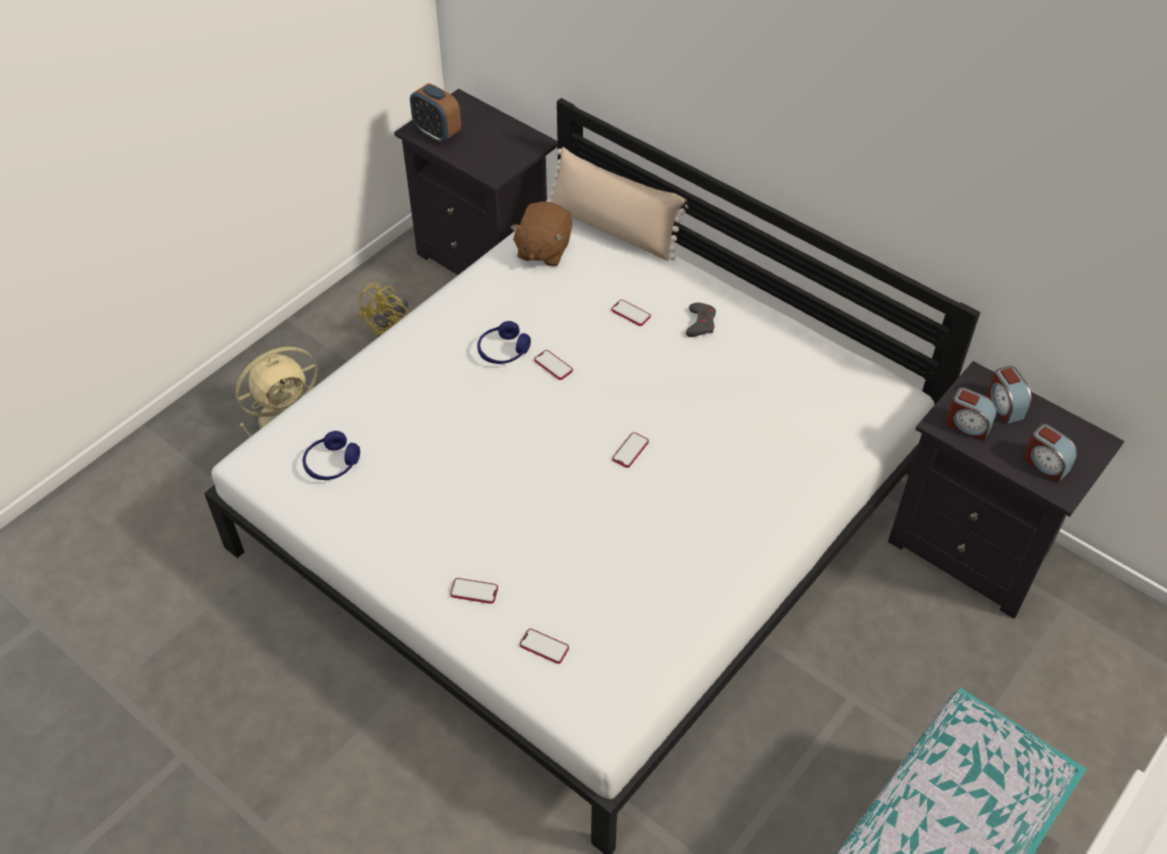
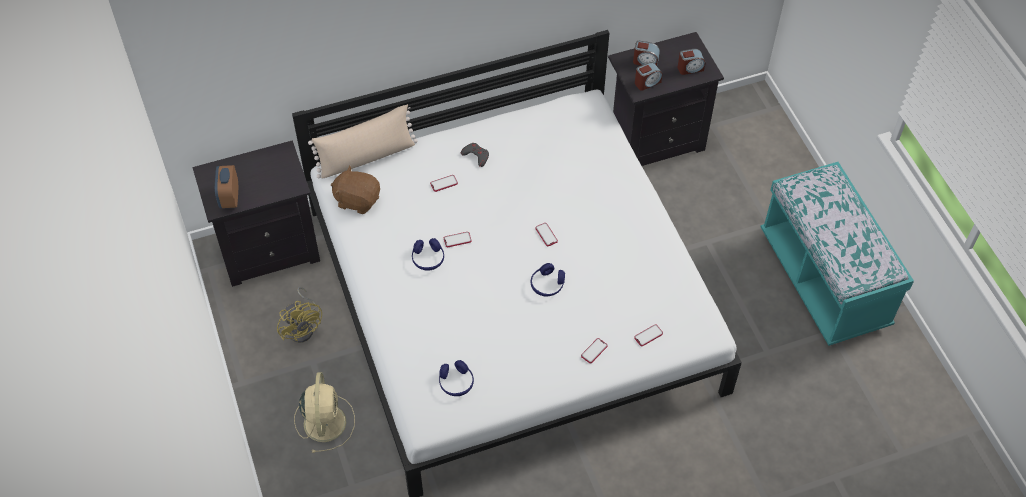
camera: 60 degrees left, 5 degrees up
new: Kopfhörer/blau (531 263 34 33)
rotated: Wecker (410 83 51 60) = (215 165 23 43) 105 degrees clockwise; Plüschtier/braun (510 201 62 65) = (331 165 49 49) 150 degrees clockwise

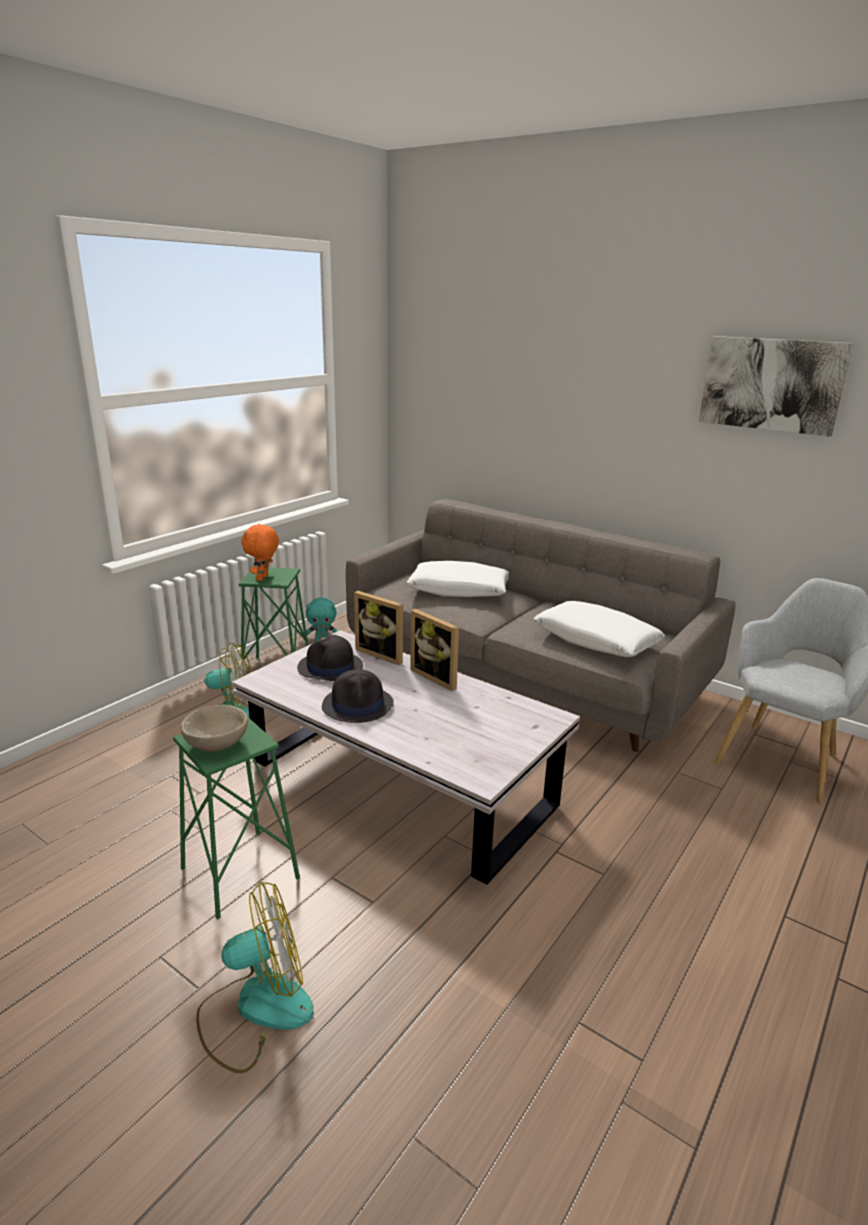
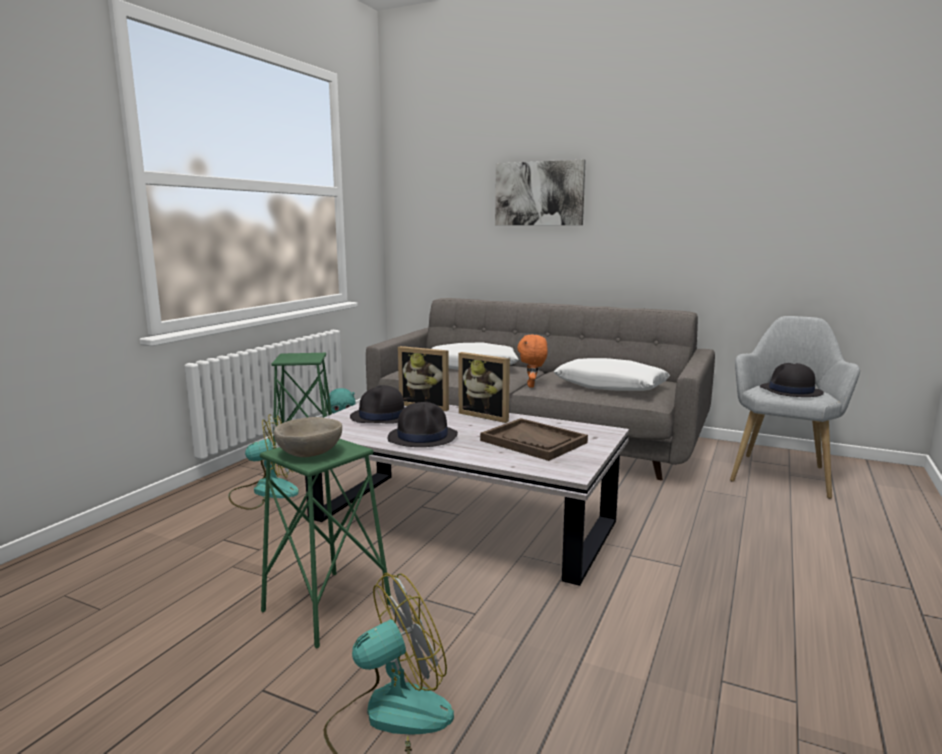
camera: 10 degrees left, 10 degrees down
new: Tablett/braun (480 418 108 43); Hut/schwarz (760 363 64 34)
shifted: Plüschtier/orange (241 524 38 57) to (518 335 30 53); Bild (699 336 155 101) to (495 159 91 66)

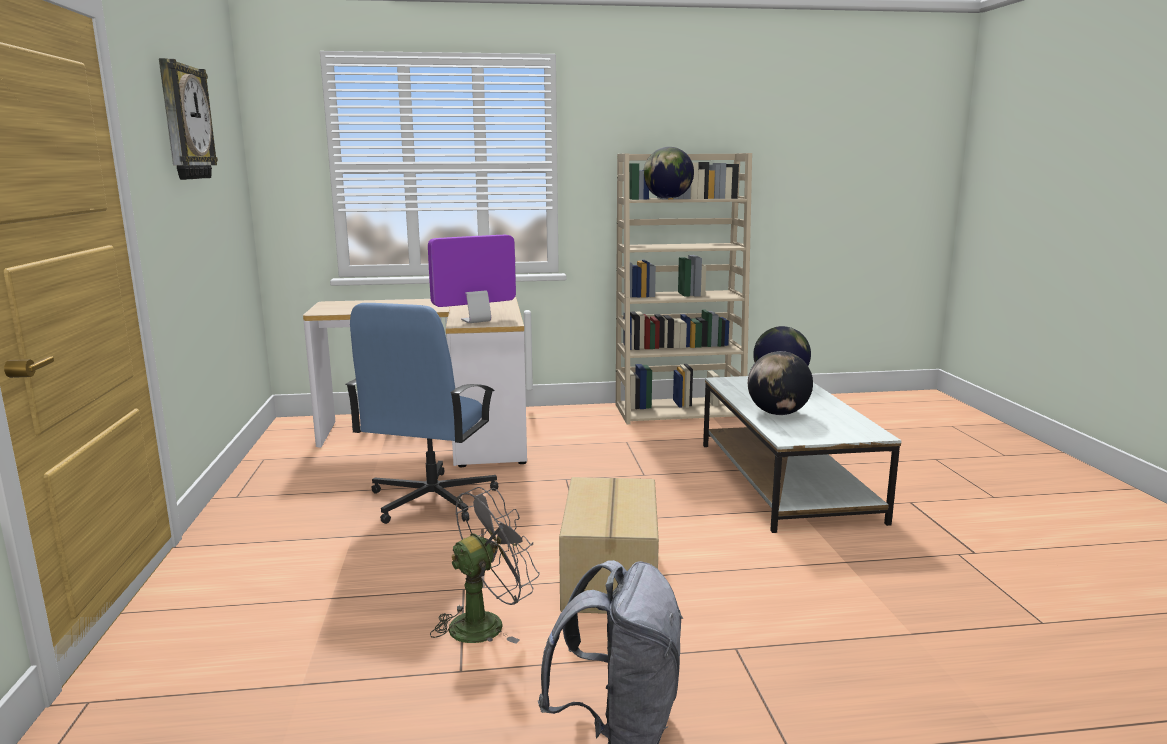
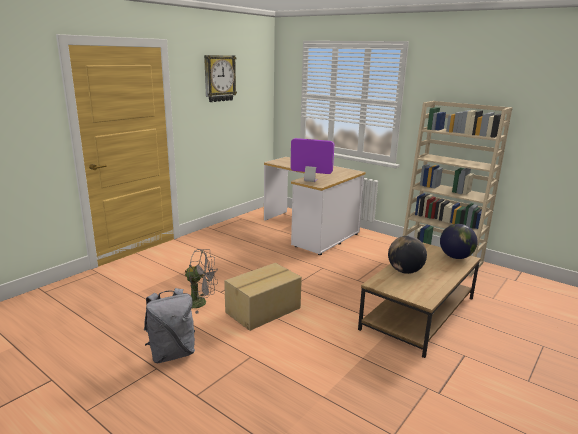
camera: 45 degrees right, 5 degrees up
gone: Bürostuhl/blau (345 303 153 221); Globus (643 147 51 52)
repainted: Couchtisch/weiß (703 376 198 157) to Couchtisch/braun (358 242 123 116)

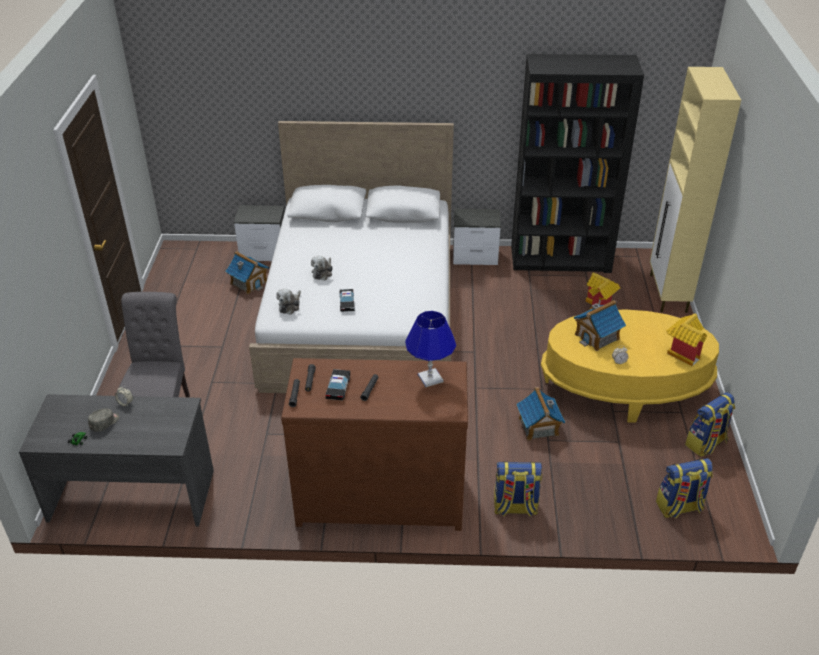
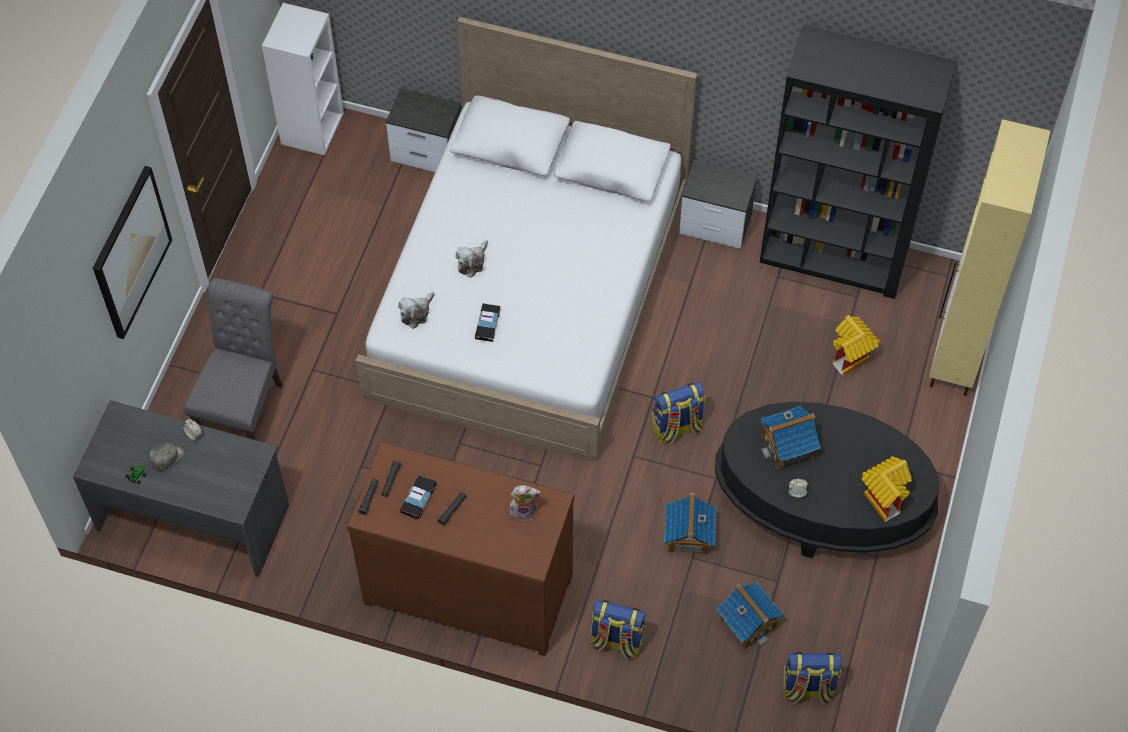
camera: 15 degrees right, 20 degrees up
new: Bild (93 166 79 173); Bücherregal/weiß (262 3 82 152)
shifted: Spielzeughaus (225 251 44 43) to (716 582 68 67); Rucksack (685 392 50 65) to (651 382 54 62)
swapped: Tischlampe/blau (405 311 51 76) to Plüschtier (509 485 32 36)
repainted: Couchtisch/gelb (541 310 178 113) to Couchtisch/schwarz (715 402 224 156)

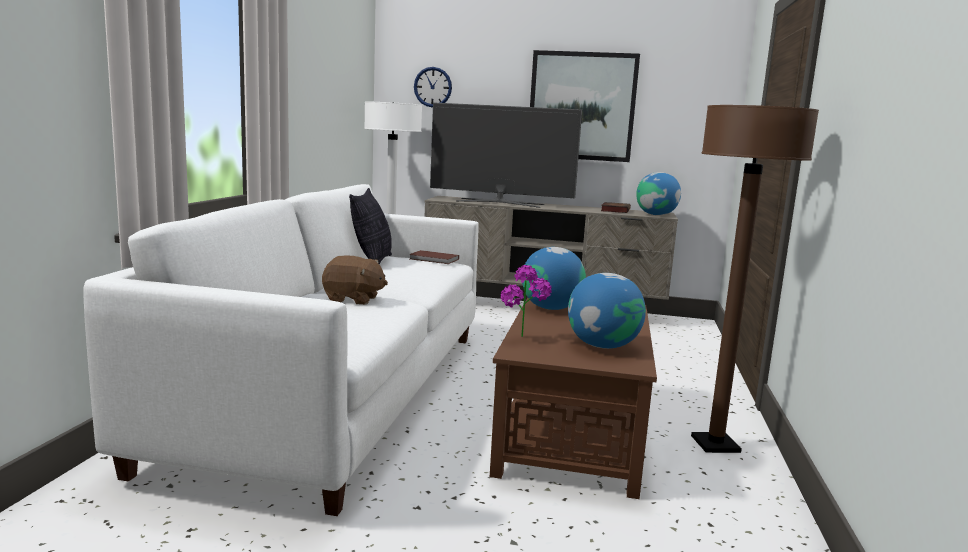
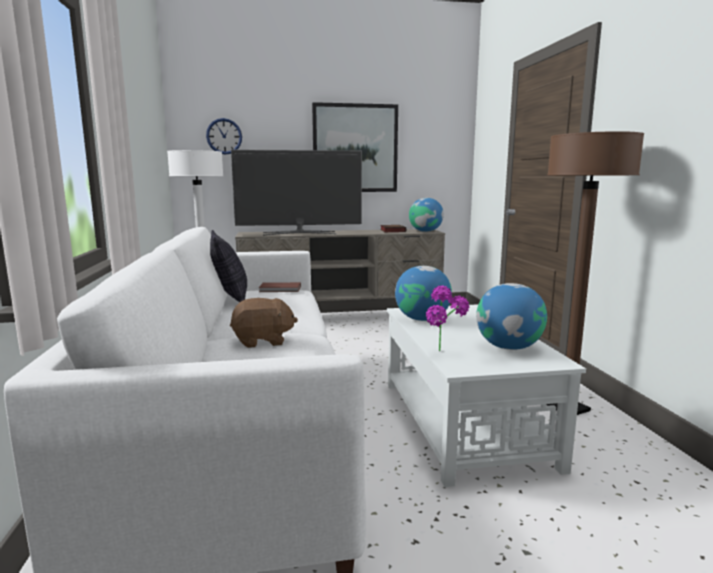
camera: 20 degrees left, 0 degrees up
repainted: Couchtisch/braun (490 298 167 201) to Couchtisch/weiß (387 304 199 183)

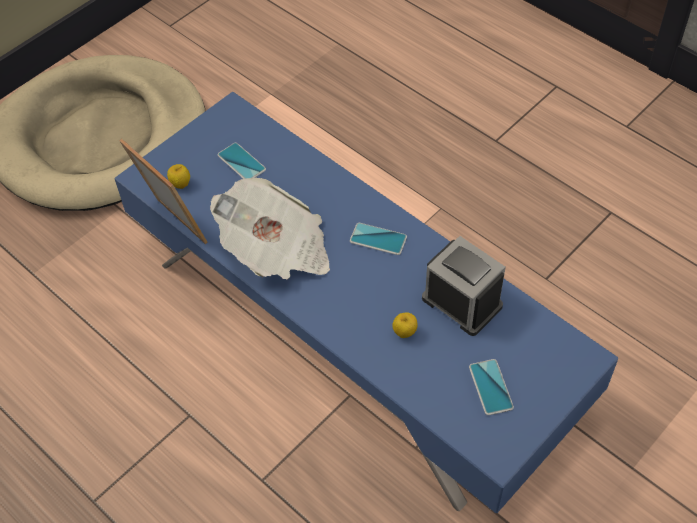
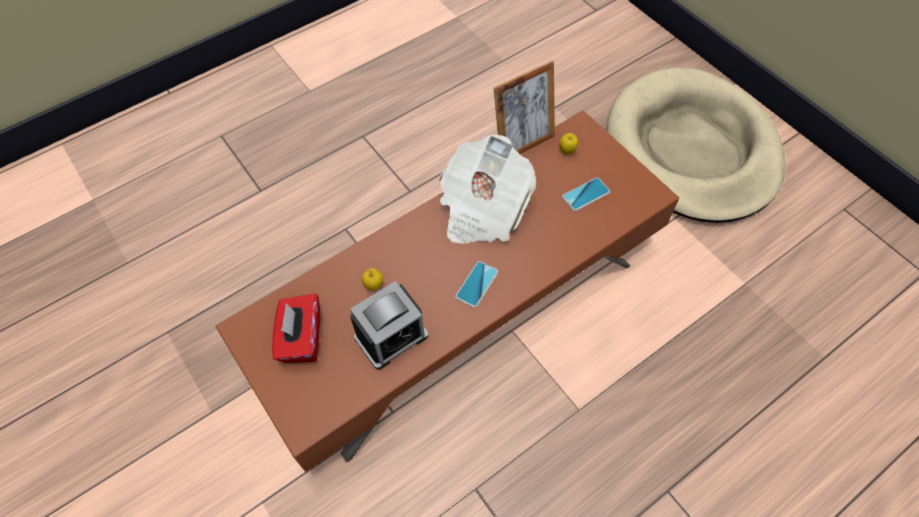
camera: 100 degrees right, 5 degrees up
swapped: Handy (469 359 45 56) to Taschentuchbox/rot (272 294 48 69)
repainted: Couchtisch/blau (115 92 503 421) to Couchtisch/braun (216 111 463 361)

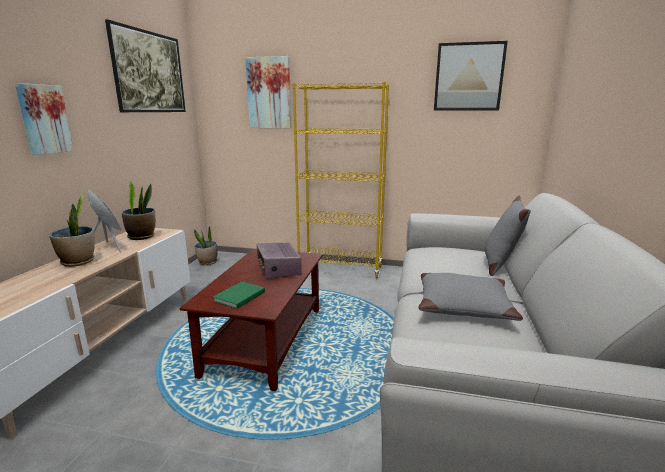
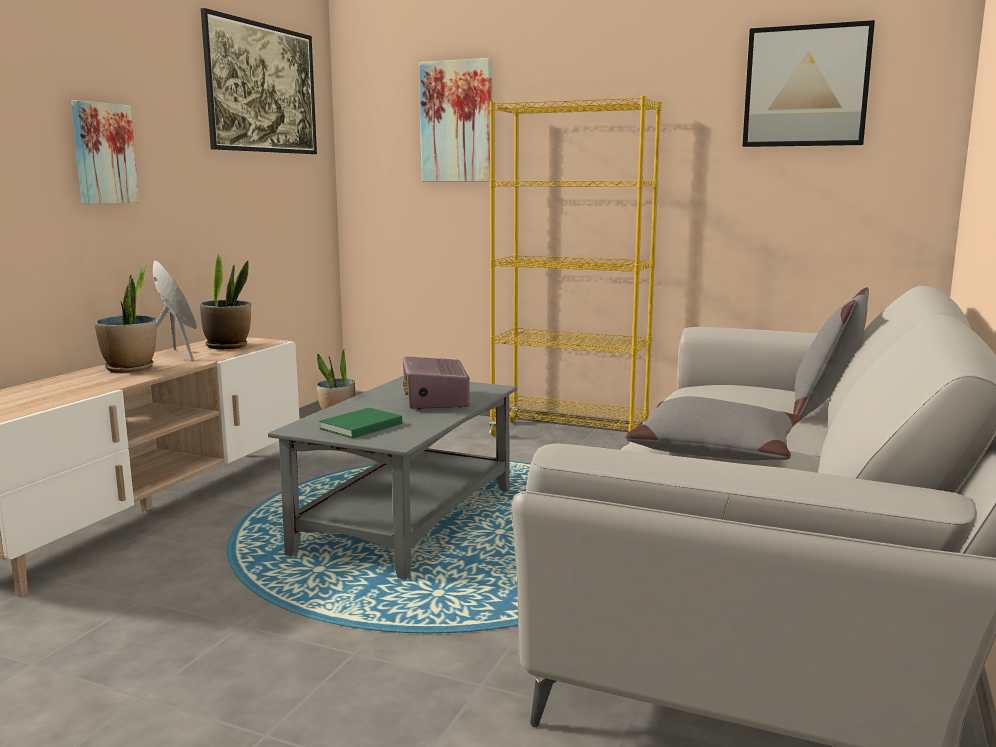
camera: 10 degrees right, 5 degrees down
repainted: Couchtisch/braun (180 249 143 142) to Couchtisch/grau (268 376 249 204)

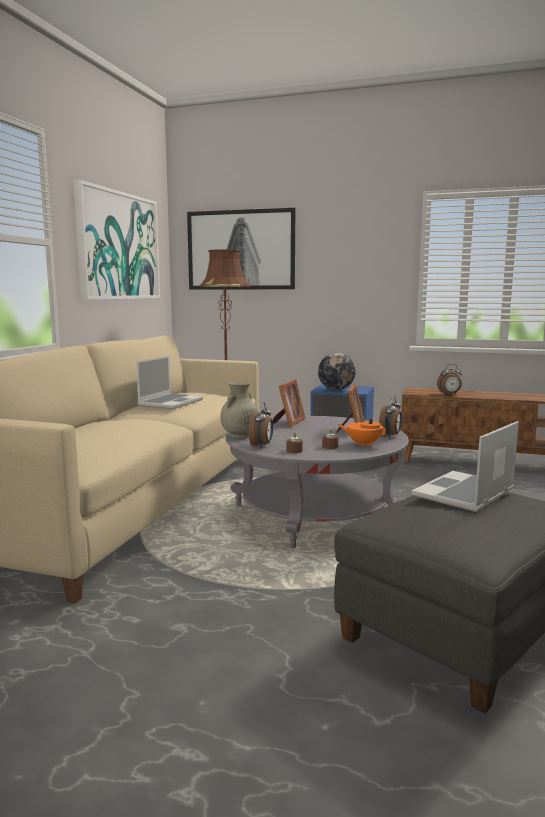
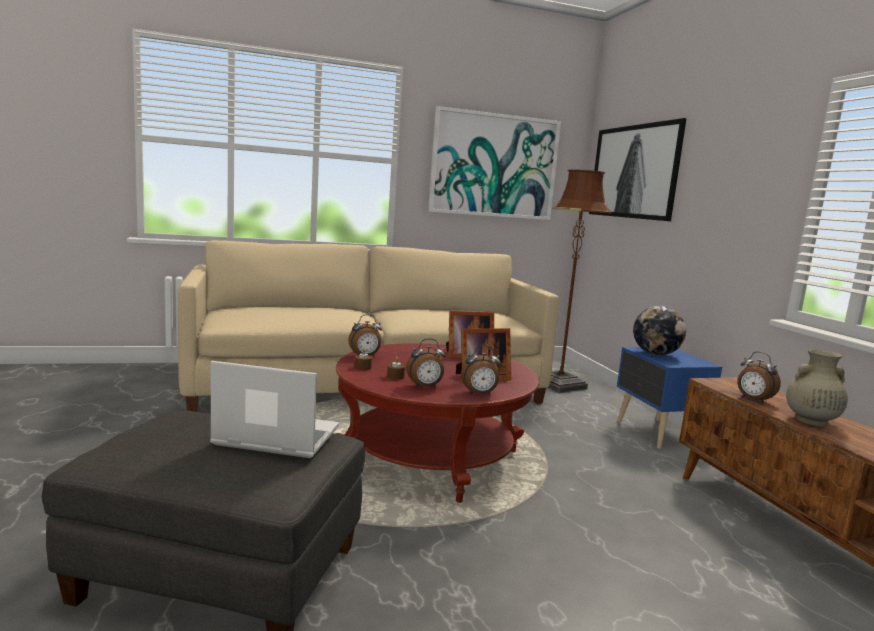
camera: 55 degrees right, 0 degrees up
gone: Laptop (136 356 67 53)
shifted: Vase/beige (220 381 39 57) to (786 349 62 78)
swapped: Teekanne/orange (337 415 54 32) to Wecker (406 338 39 50)
repainted: Couchtisch/grau (225 416 184 132) to Couchtisch/rot (335 343 204 160)

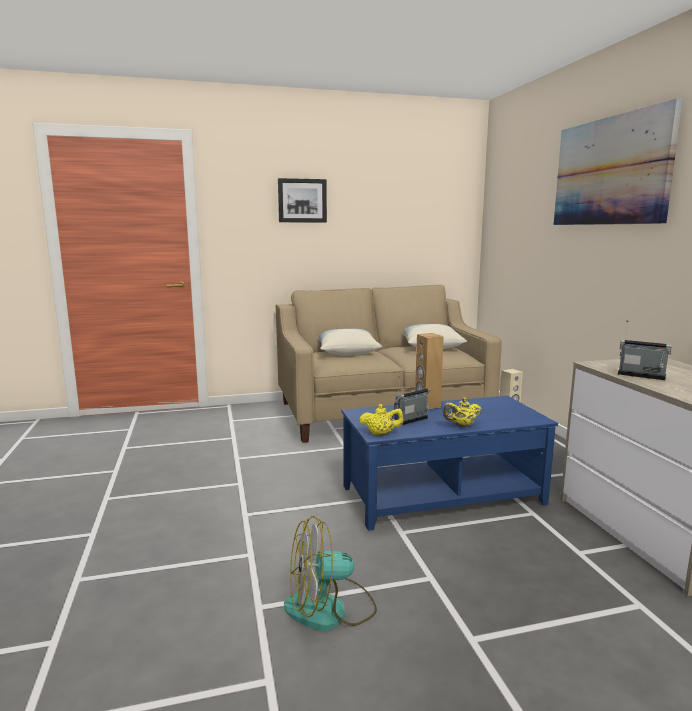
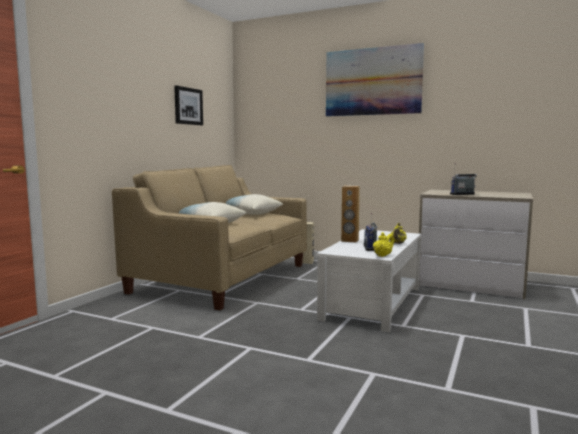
camera: 50 degrees left, 5 degrees down
gone: Ventilator (284 516 93 115)
shifted: Bild (278 178 49 44) to (174 86 29 39)
repainted: Couchtisch/blau (342 396 216 135) to Couchtisch/weiß (317 229 104 103)

